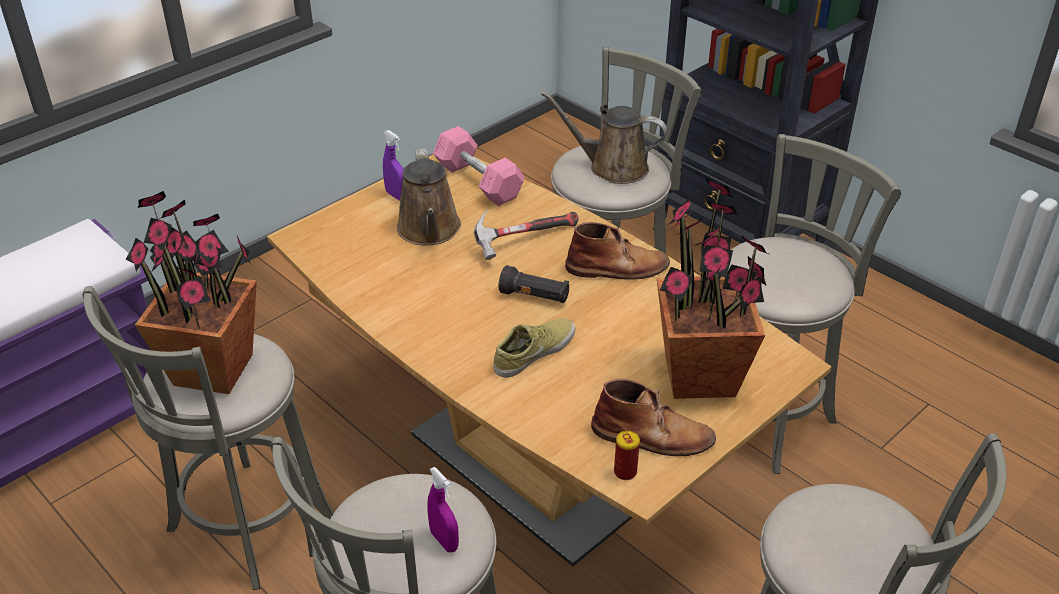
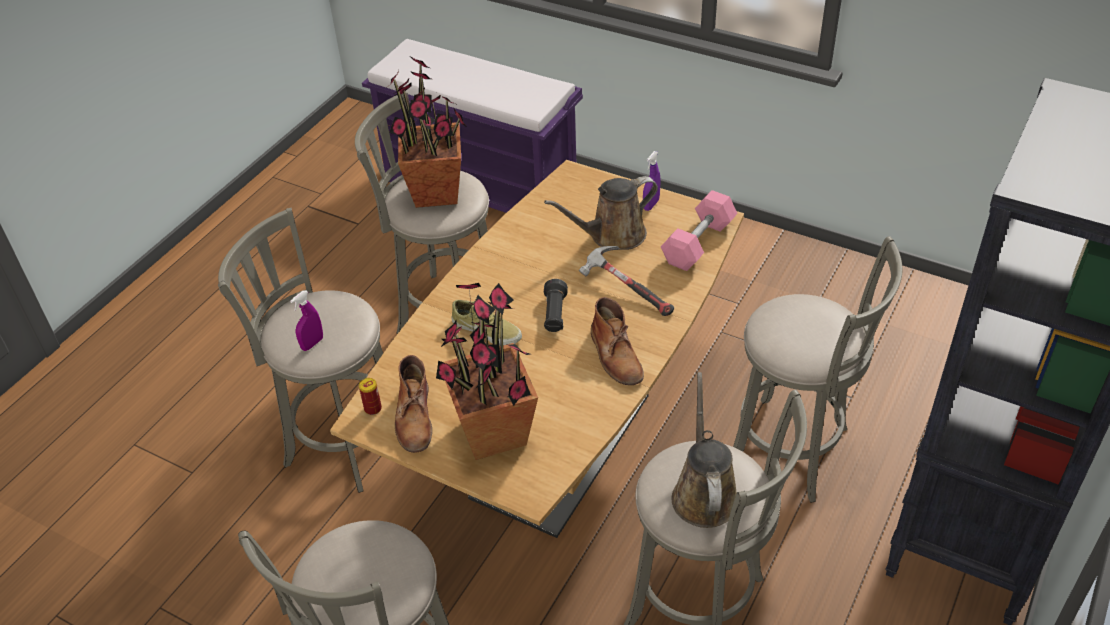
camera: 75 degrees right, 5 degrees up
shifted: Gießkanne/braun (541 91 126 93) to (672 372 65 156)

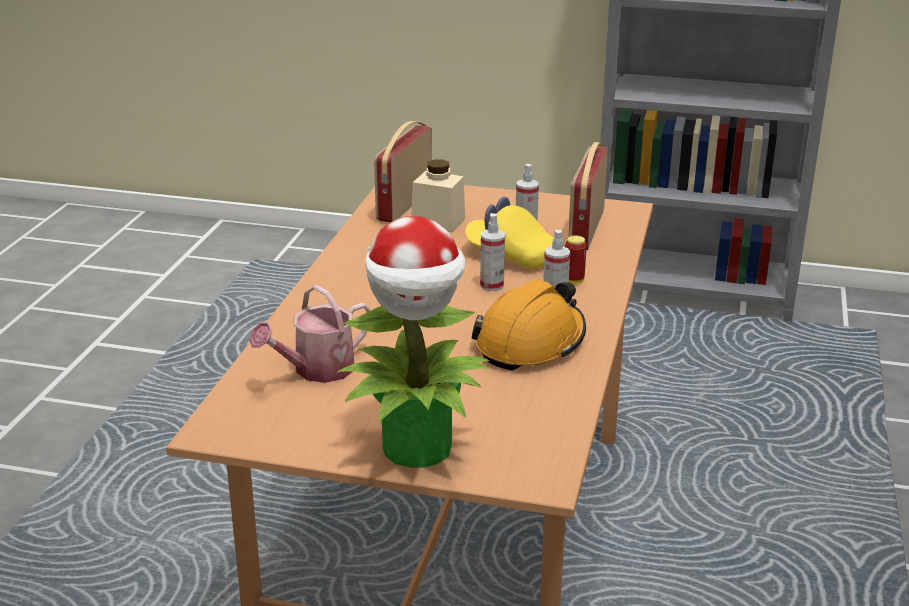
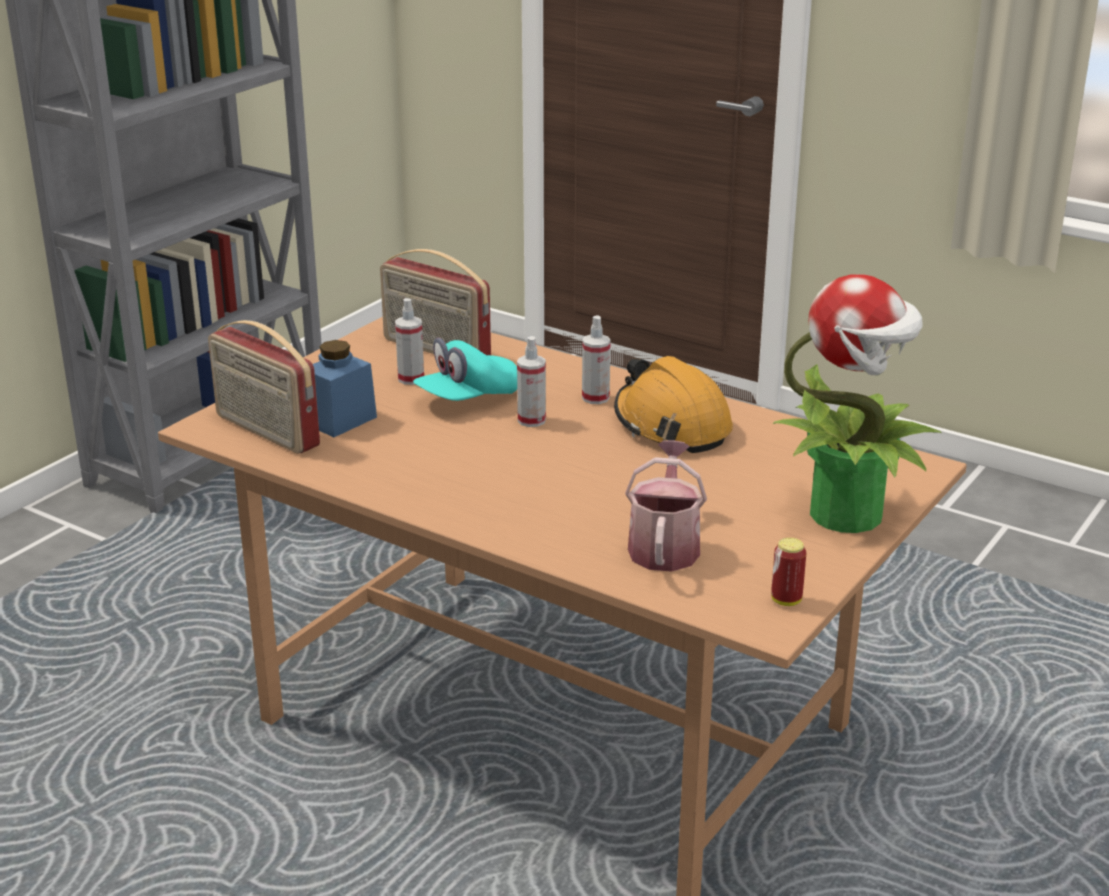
camera: 70 degrees left, 0 degrees up
shifted: Dose (565 235 22 49) to (771 538 35 68)
repainted: Vorratsglas/beige (411 159 54 74) to Vorratsglas/blau (313 340 64 97); Kappe/gelb (465 197 88 72) to Kappe/türkis (413 338 104 63)
rotated: Gießkanne (249 285 122 98) = (625 440 82 132) 150 degrees counterclockwise

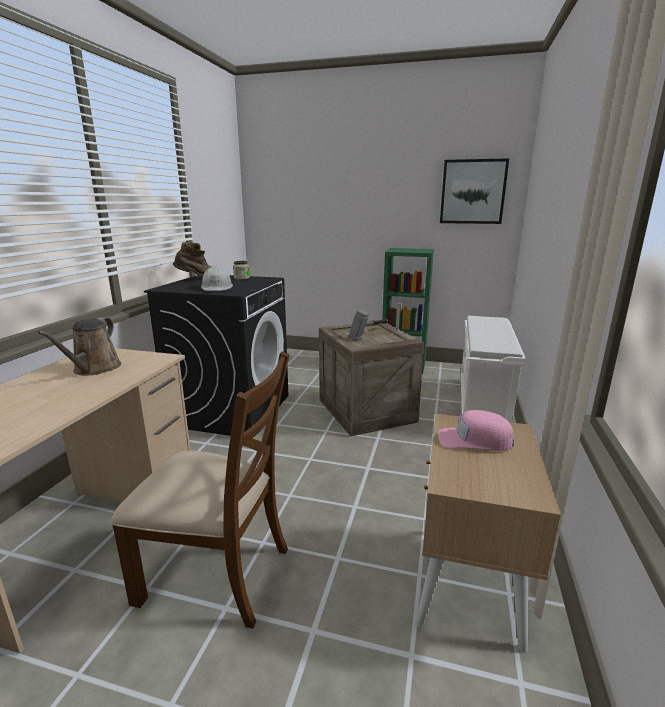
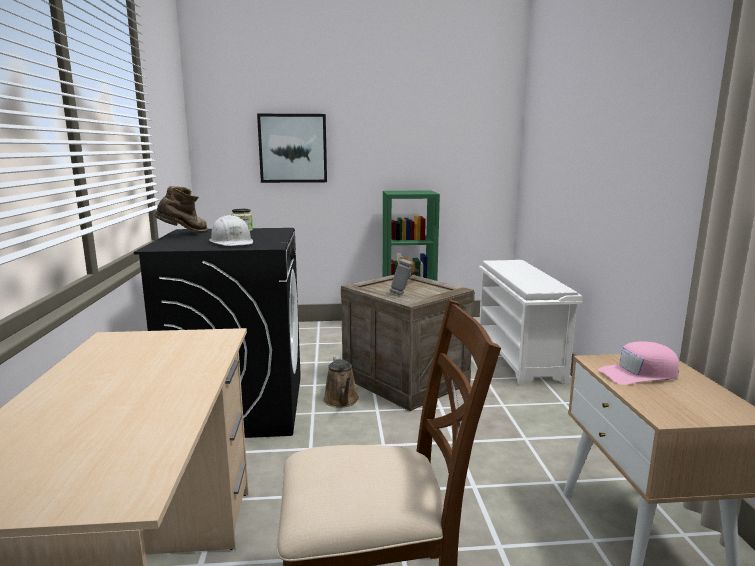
camera: 20 degrees left, 5 degrees down
shifted: Gießkanne/braun (38 317 83 58) to (323 356 36 51); Bild (440 158 69 66) to (257 114 70 69)

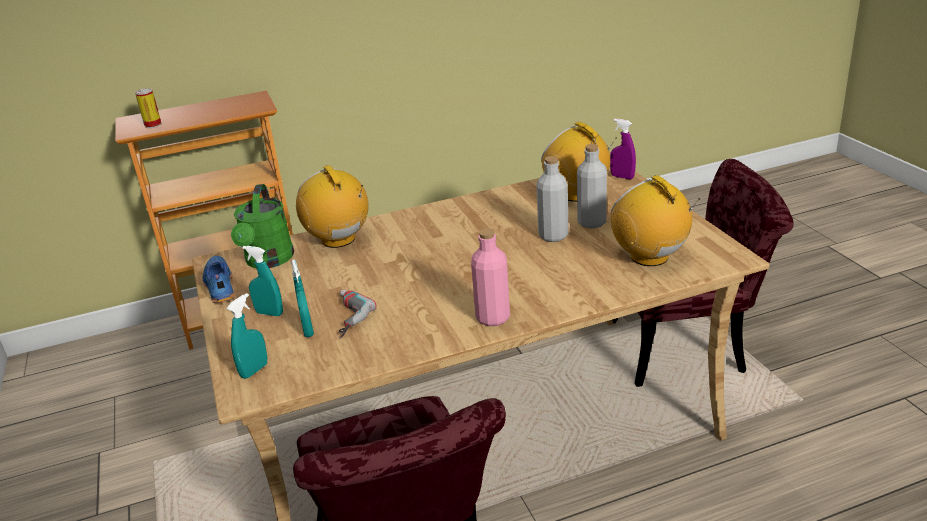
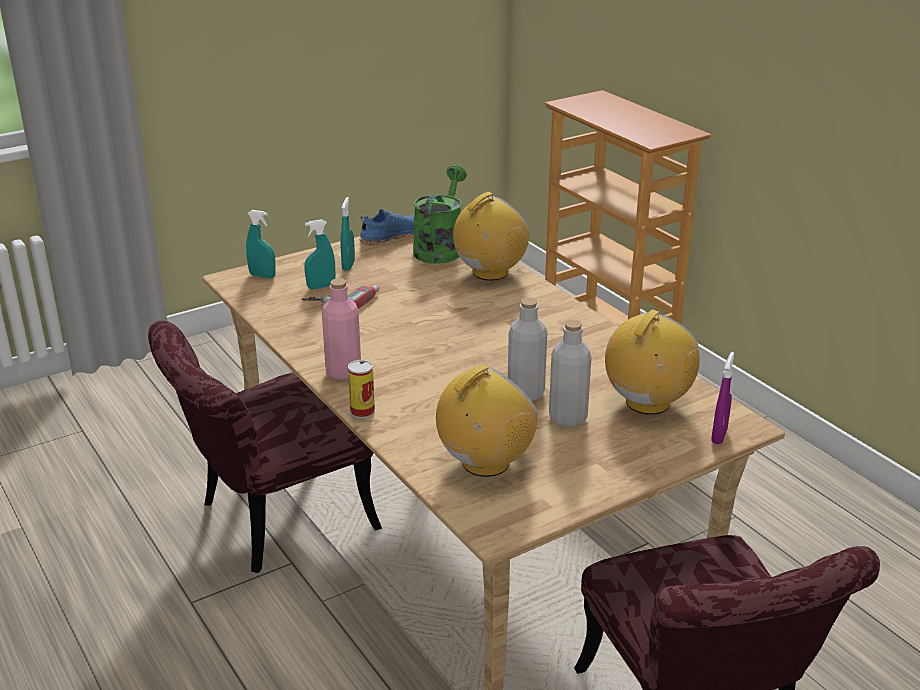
camera: 75 degrees right, 0 degrees up
shifted: Dose (135 88 27 40) to (348 360 27 59)
rotated: Gießkanne/grün (231 184 63 84) = (413 166 54 98) 120 degrees clockwise

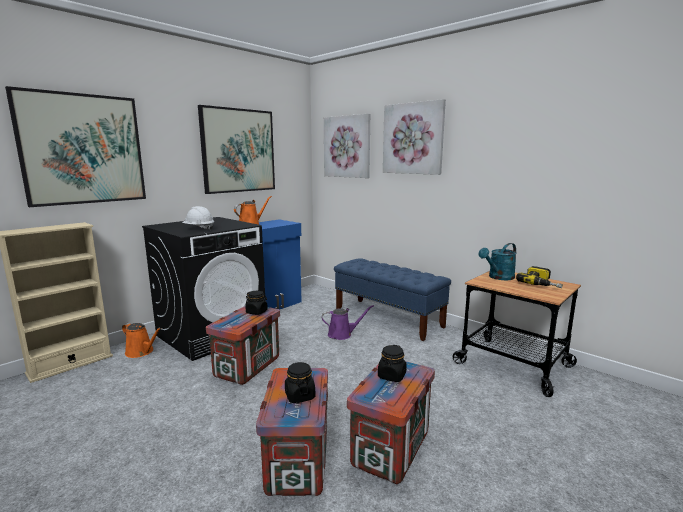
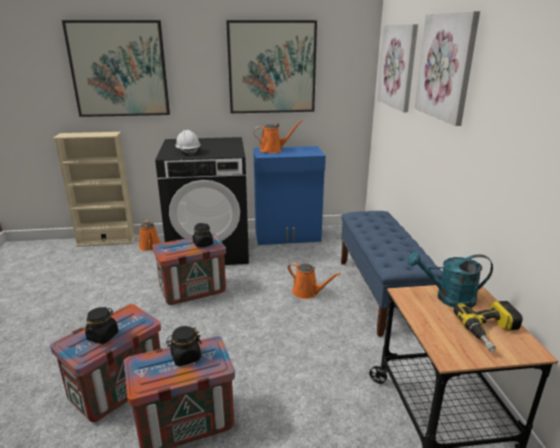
camera: 40 degrees right, 10 degrees up
repainted: Gießkanne/lila (322 305 52 35) to Gießkanne/orange (288 262 53 37)

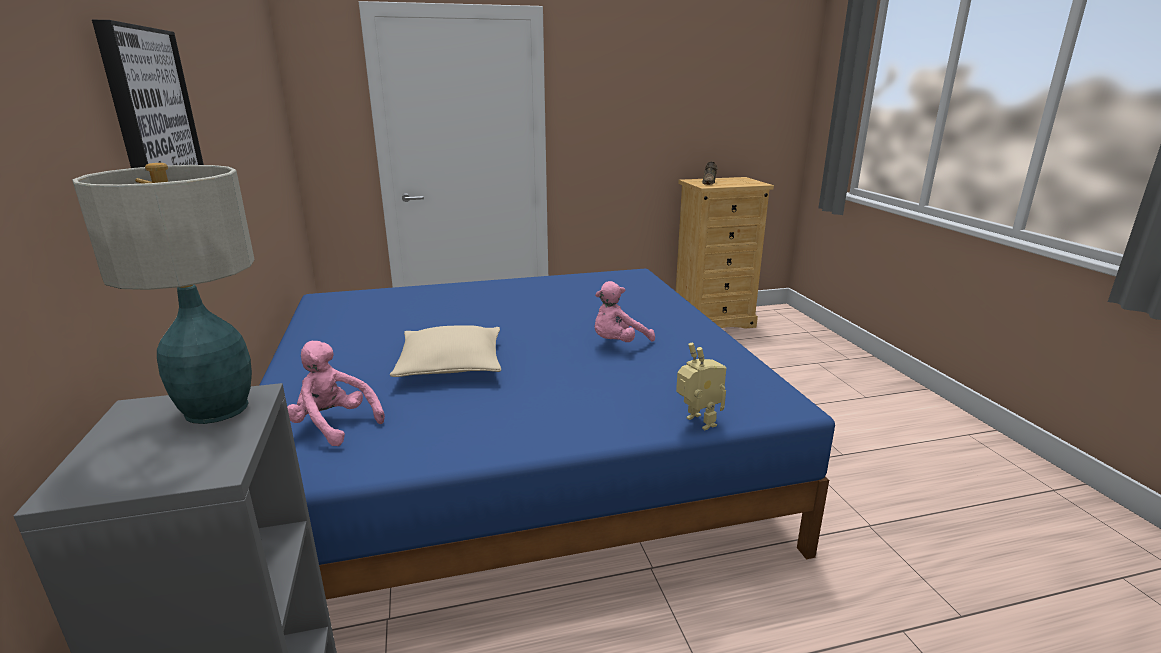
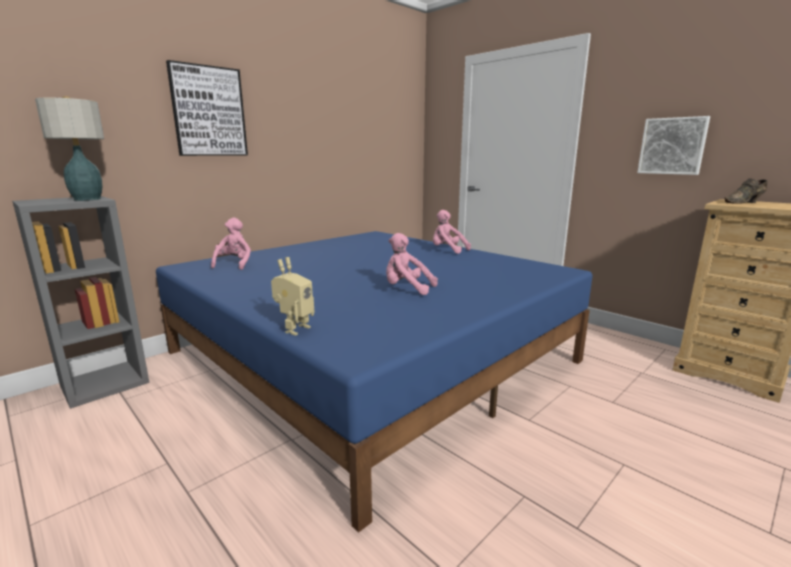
camera: 60 degrees right, 5 degrees down
gone: Kissen/beige (390 325 111 52)
new: Plüschtier/rosa (433 210 38 44); Bild (637 116 73 59)

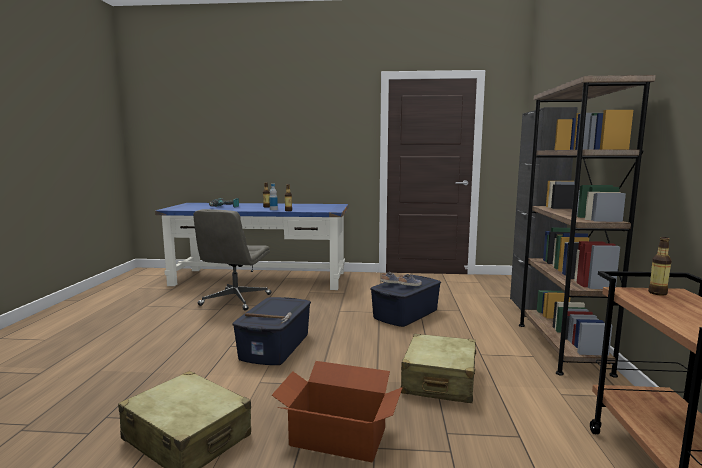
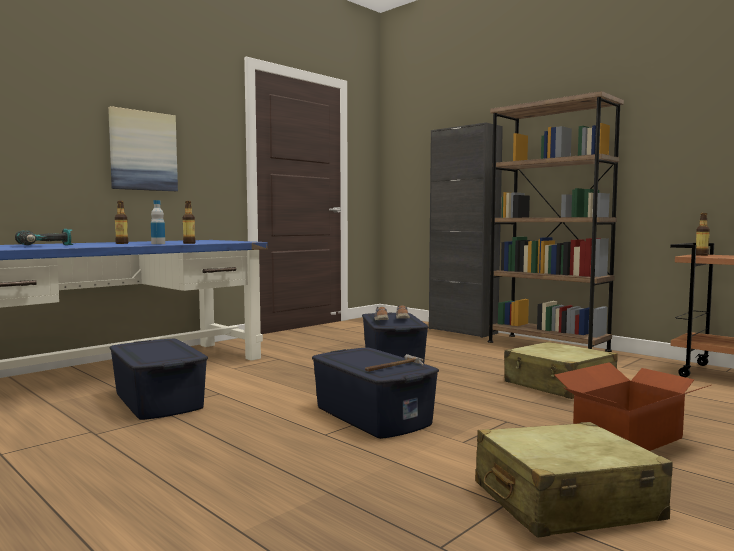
camera: 50 degrees left, 5 degrees down
new: Bild (108 106 70 85)
swapped: Bürostuhl/grau (194 209 78 102) to Aufbewahrungsbox/blau (109 339 99 81)

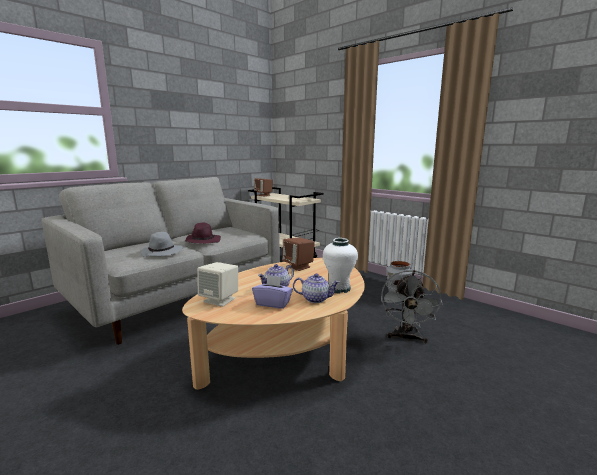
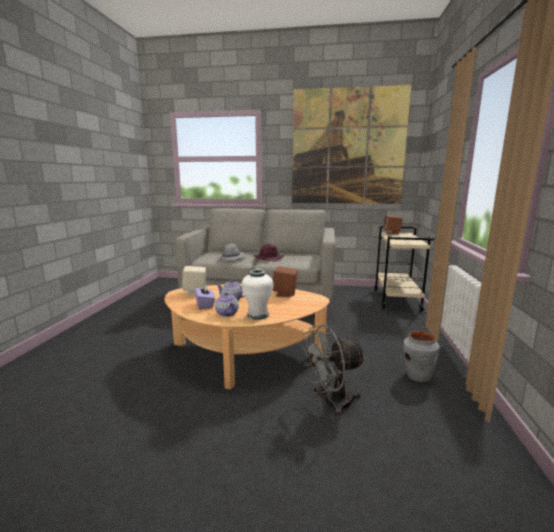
camera: 55 degrees right, 0 degrees up
new: Bild (292 85 120 119)

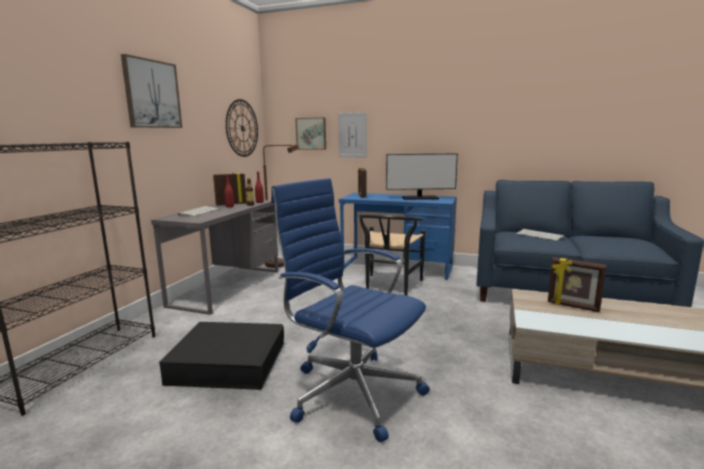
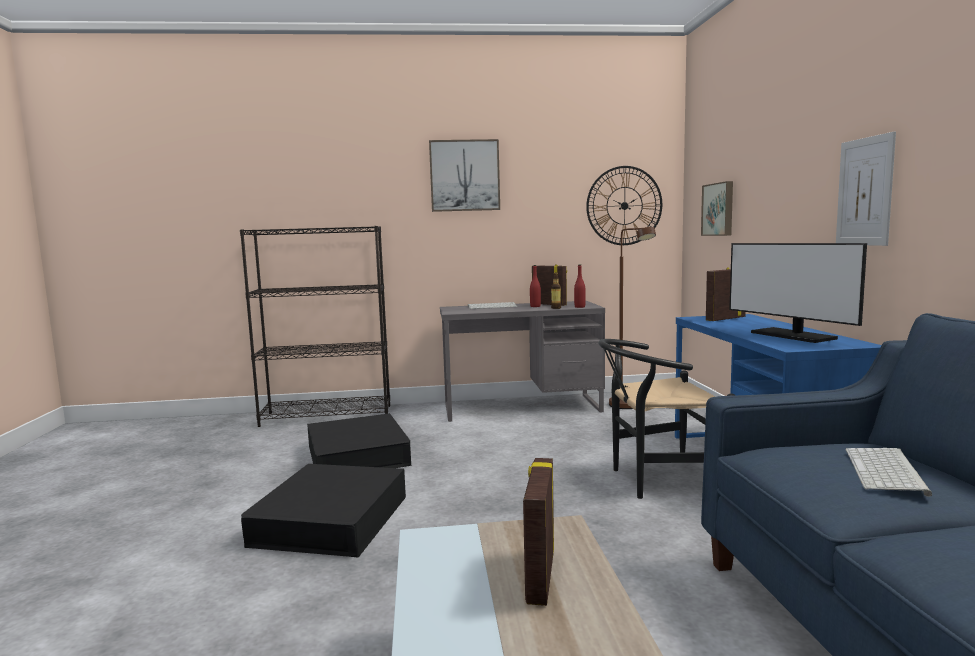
camera: 65 degrees right, 5 degrees down
shifted: Bild (338 112 29 46) to (836 131 60 115)
swapped: Bürostuhl/blau (271 178 159 264) to Aufbewahrungsbox/schwarz (241 464 165 93)

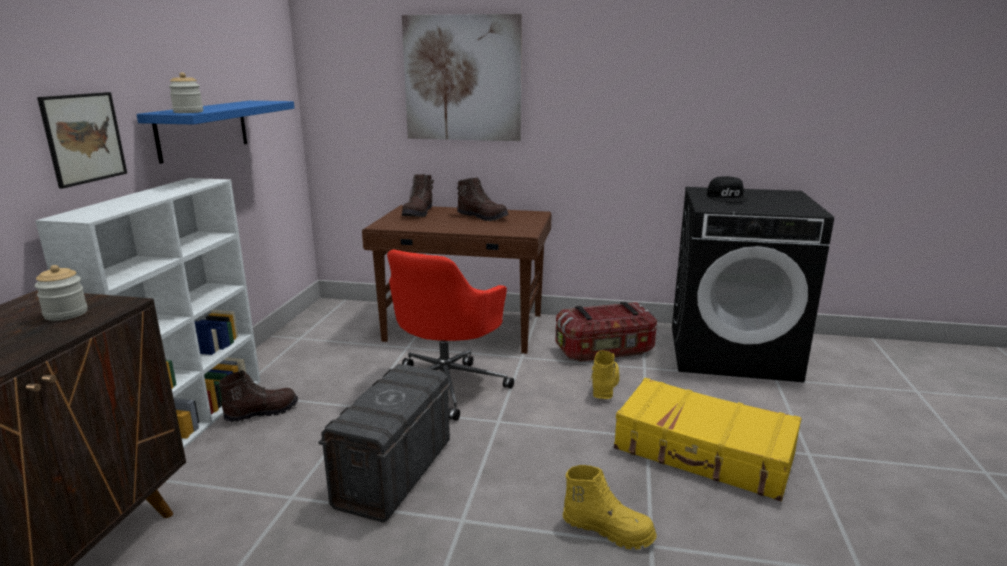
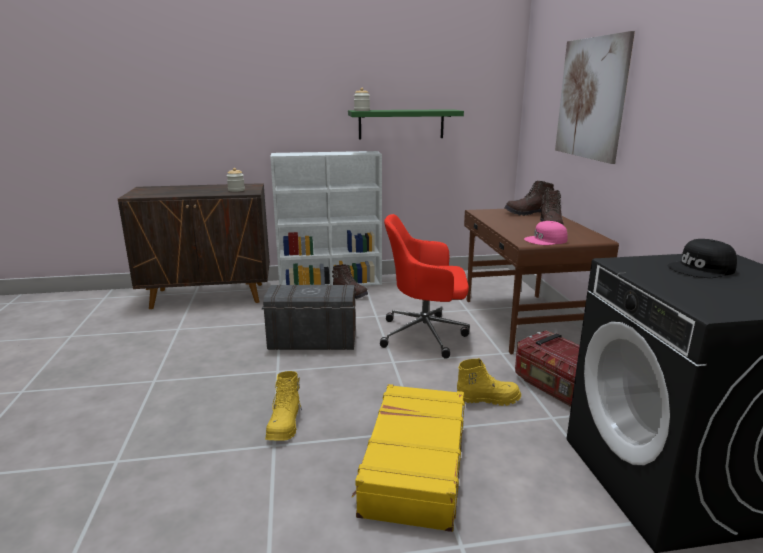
camera: 70 degrees right, 0 degrees up
gone: Bild (37 92 90 97)
new: Kappe/rosa (524 221 44 24)
repainted: Wandregal/blau (136 101 158 63) to Wandregal/grün (348 109 116 31)

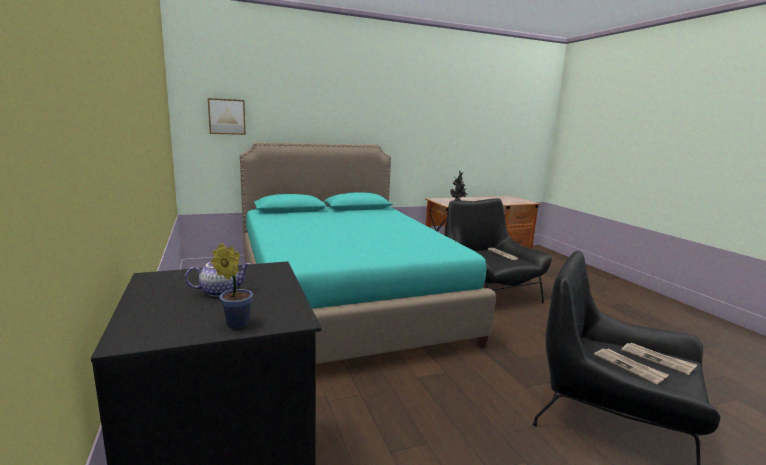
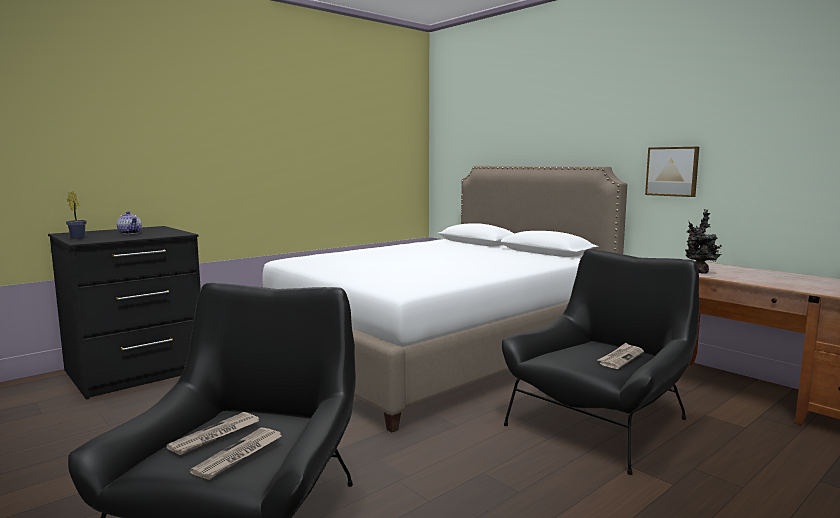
camera: 70 degrees right, 5 degrees down
shifted: Bild (208 98 38 37) to (645 147 54 50)
repainted: Bett/türkis (240 142 256 222) to Bett/weiß (262 166 365 266)

